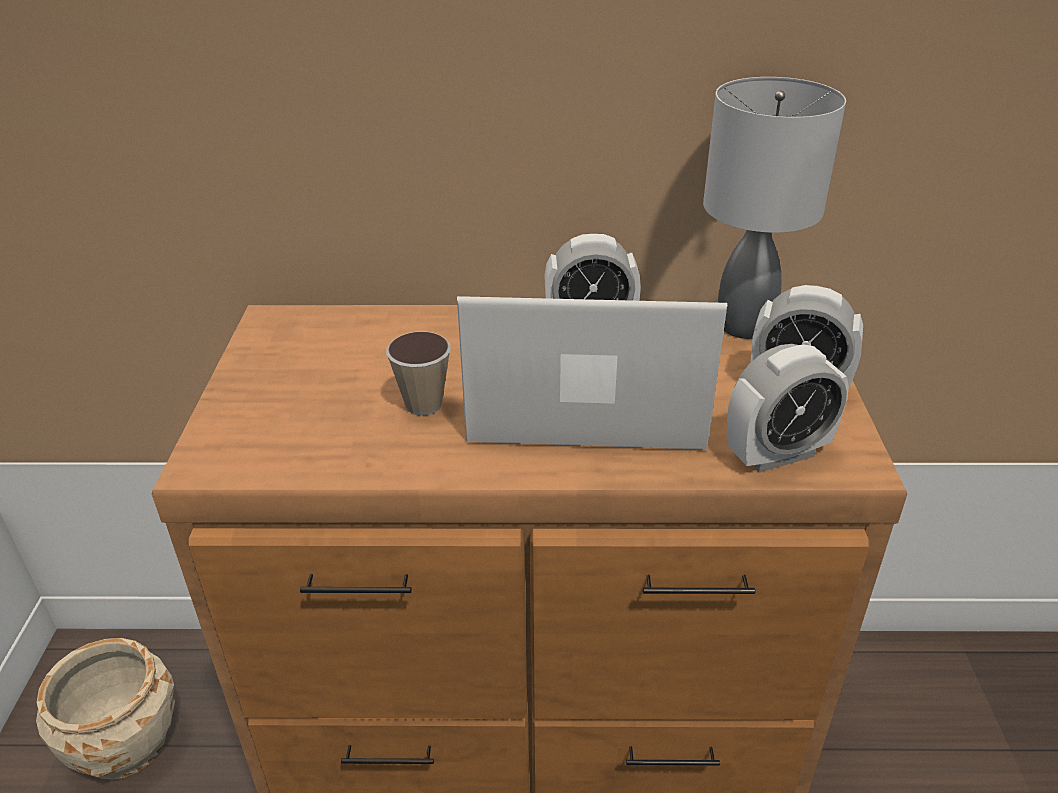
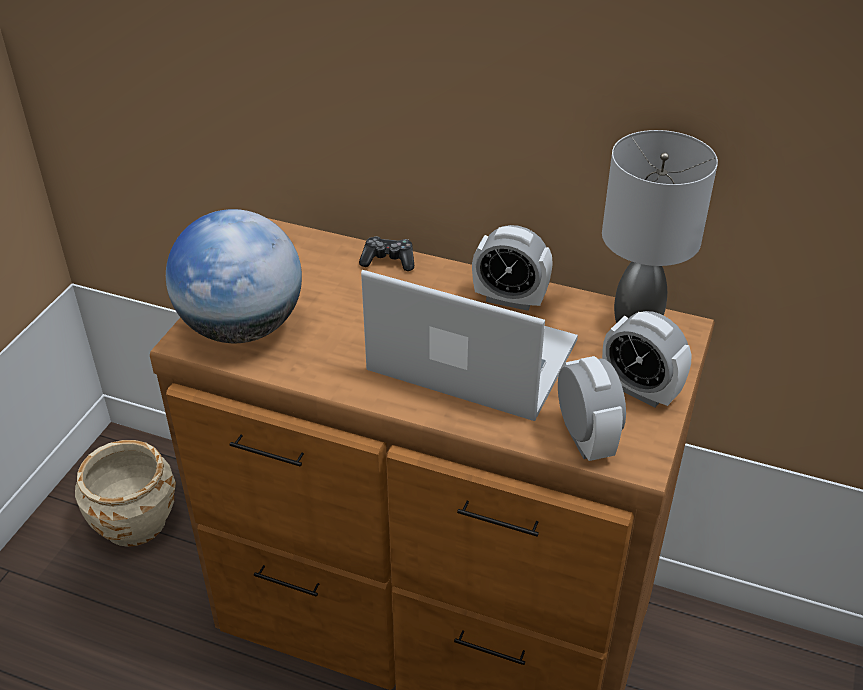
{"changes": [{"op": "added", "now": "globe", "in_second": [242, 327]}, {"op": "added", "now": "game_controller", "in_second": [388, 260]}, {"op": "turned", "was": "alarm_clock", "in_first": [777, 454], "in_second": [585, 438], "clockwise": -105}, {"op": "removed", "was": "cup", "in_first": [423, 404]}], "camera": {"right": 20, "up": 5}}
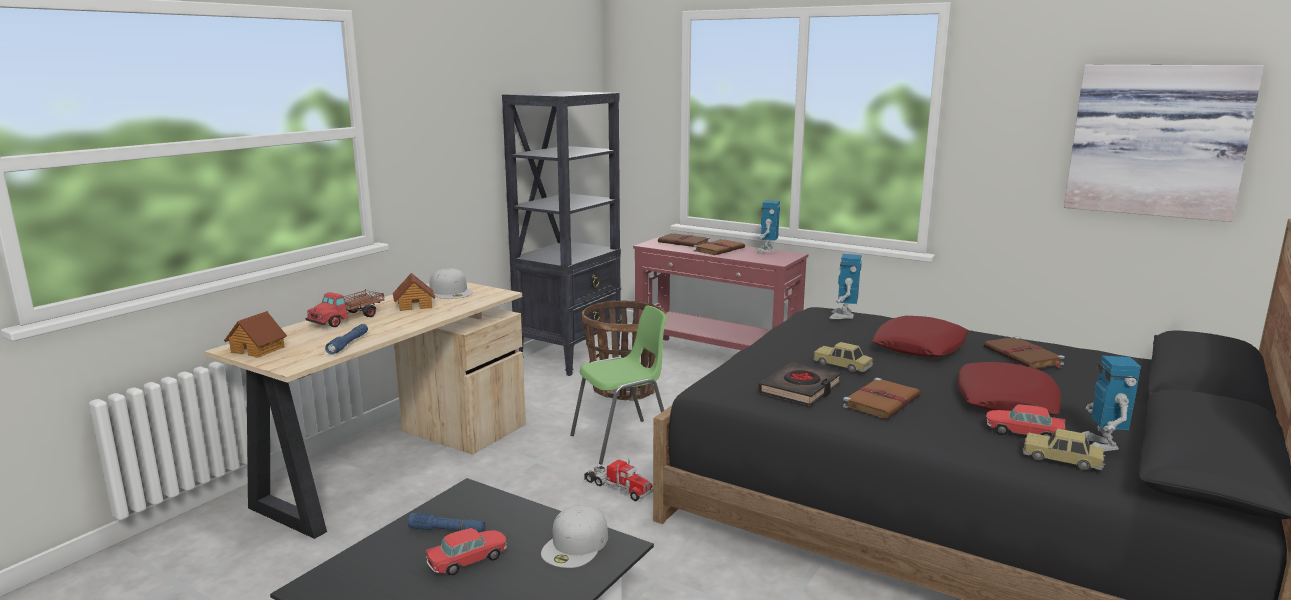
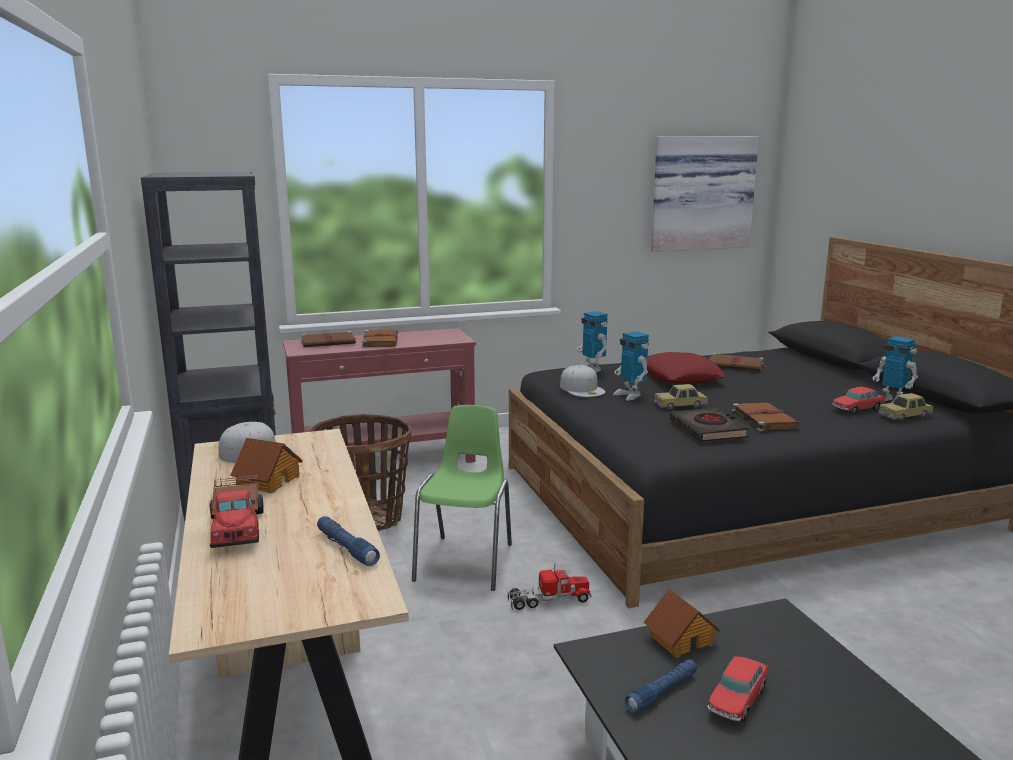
{"changes": [{"op": "moved", "was": "white_cap", "in_first": [576, 545], "in_second": [582, 389]}, {"op": "moved", "was": "toy_robot", "in_first": [766, 251], "in_second": [630, 395]}, {"op": "moved", "was": "toy_house", "in_first": [258, 349], "in_second": [680, 639]}, {"op": "turned", "was": "toy_car", "in_first": [468, 560], "in_second": [737, 699], "clockwise": -150}, {"op": "removed", "was": "red_pillow", "in_first": [1006, 400]}], "camera": {"right": -50, "up": 0}}
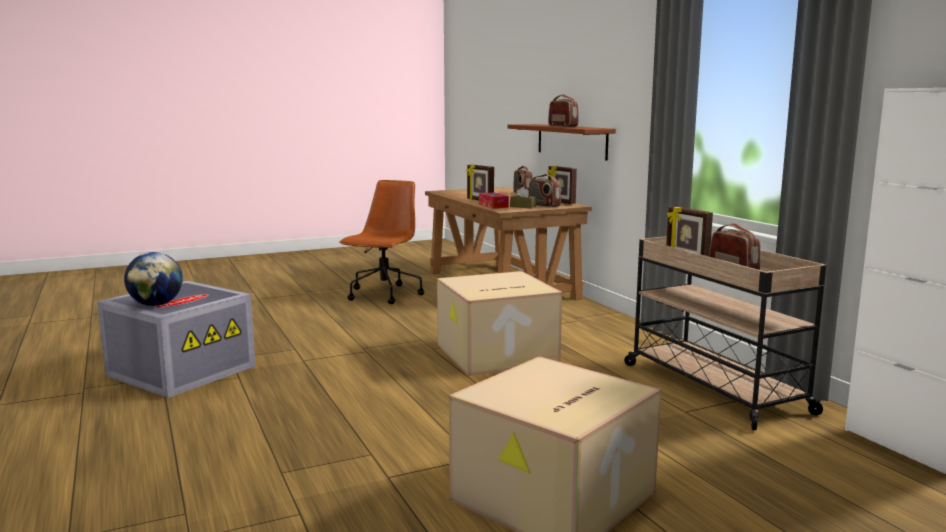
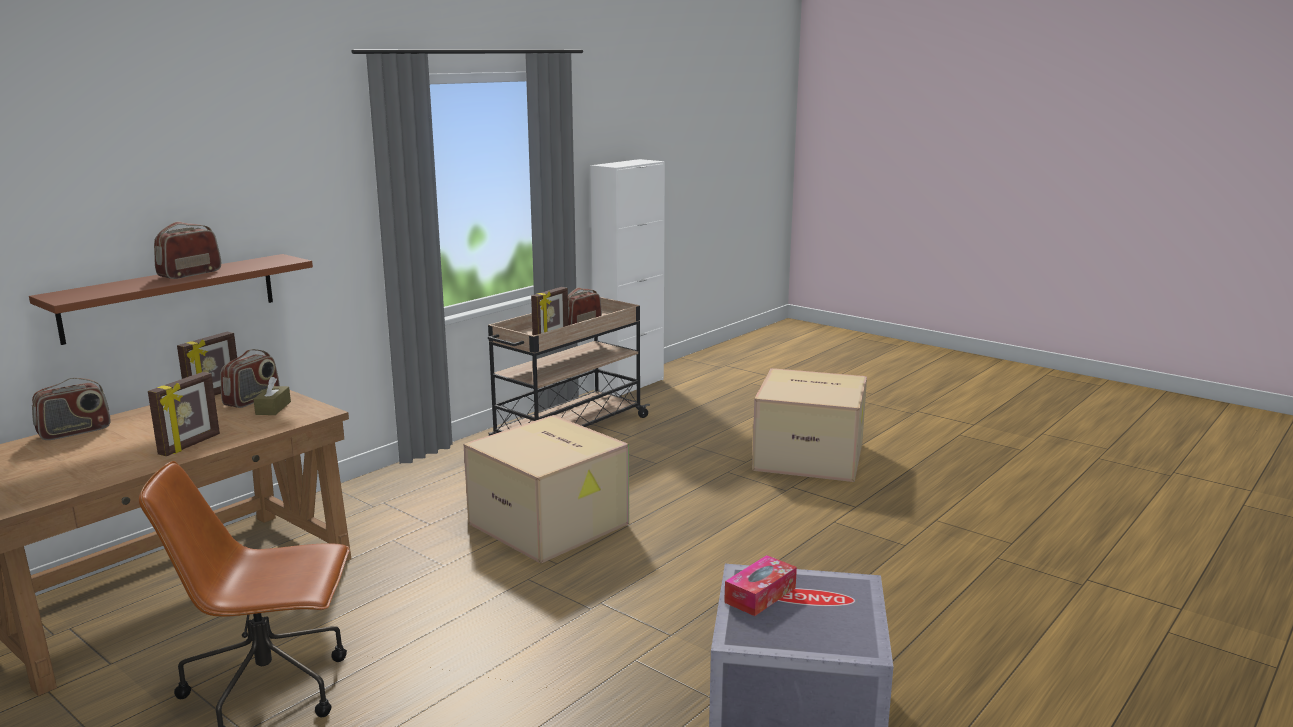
{"changes": [{"op": "moved", "was": "tissue_box", "in_first": [493, 205], "in_second": [760, 595]}, {"op": "removed", "was": "globe", "in_first": [156, 304]}], "camera": {"right": -115, "up": 5}}
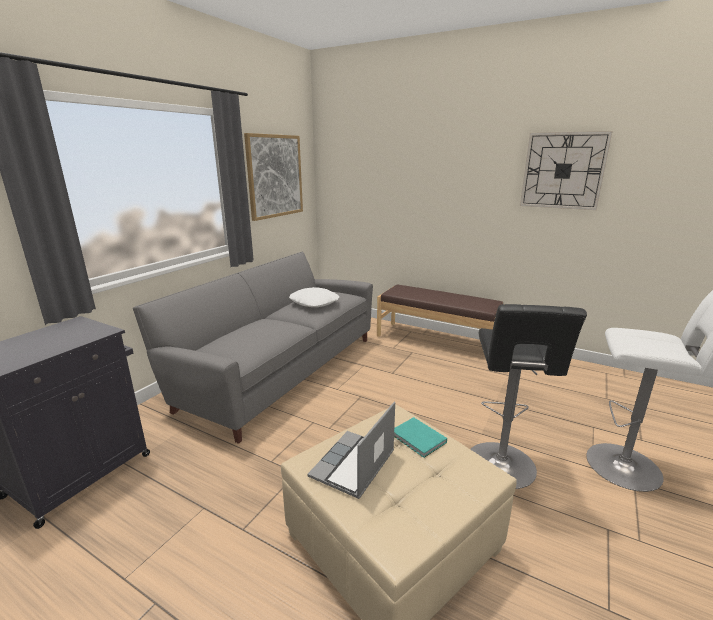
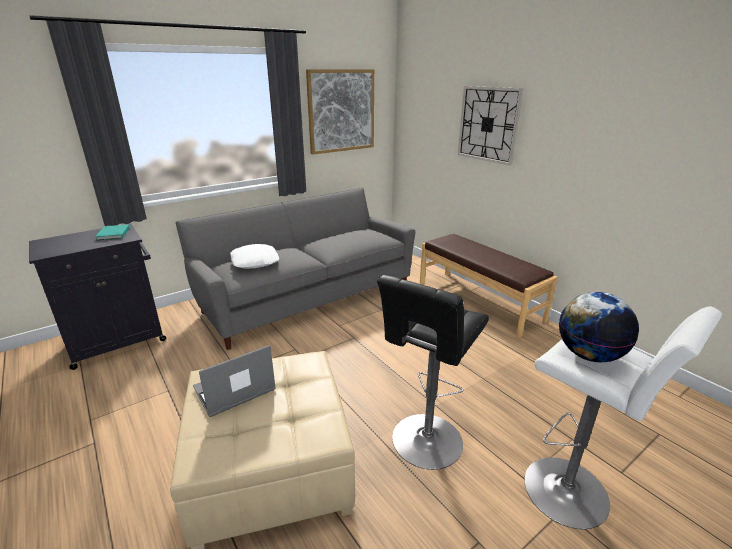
{"changes": [{"op": "moved", "was": "turquoise_book", "in_first": [418, 439], "in_second": [112, 234]}, {"op": "moved", "was": "white_pillow", "in_first": [314, 302], "in_second": [255, 261]}, {"op": "moved", "was": "wall_clock", "in_first": [563, 171], "in_second": [488, 124]}, {"op": "added", "now": "globe", "in_second": [589, 355]}], "camera": {"right": 25, "up": 5}}
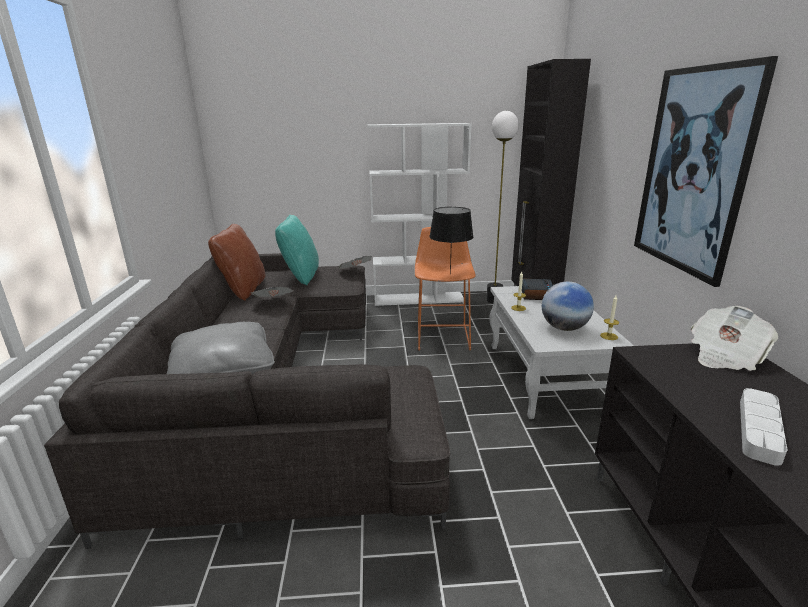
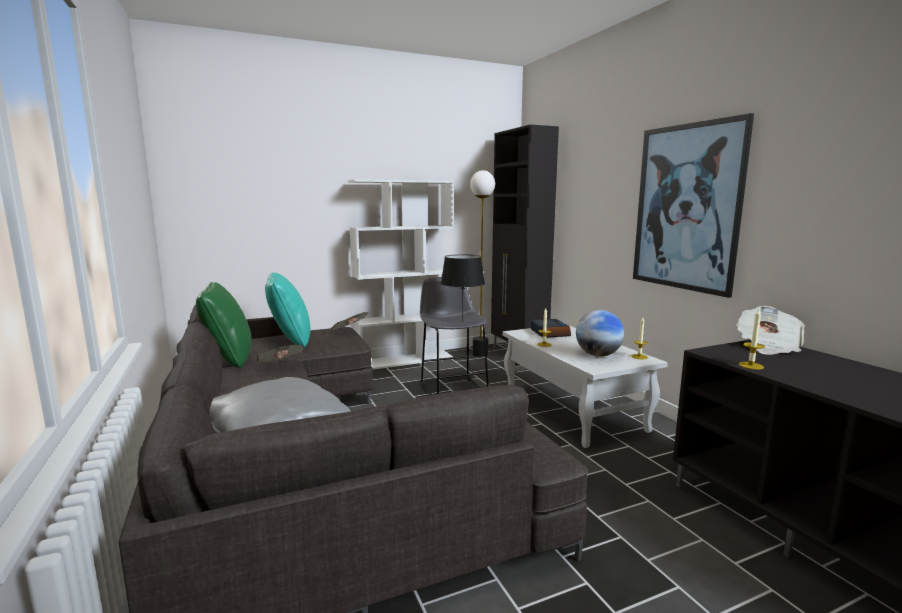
{"changes": [{"op": "recoloured", "was": "brown_pillow", "now": "green_pillow", "in_first": [243, 290], "in_second": [229, 359]}, {"op": "recoloured", "was": "orange_stool", "now": "grey_stool", "in_first": [443, 335], "in_second": [453, 389]}, {"op": "added", "now": "candle", "in_second": [751, 365]}, {"op": "removed", "was": "grey_tray", "in_first": [759, 429]}], "camera": {"right": -20, "up": -10}}
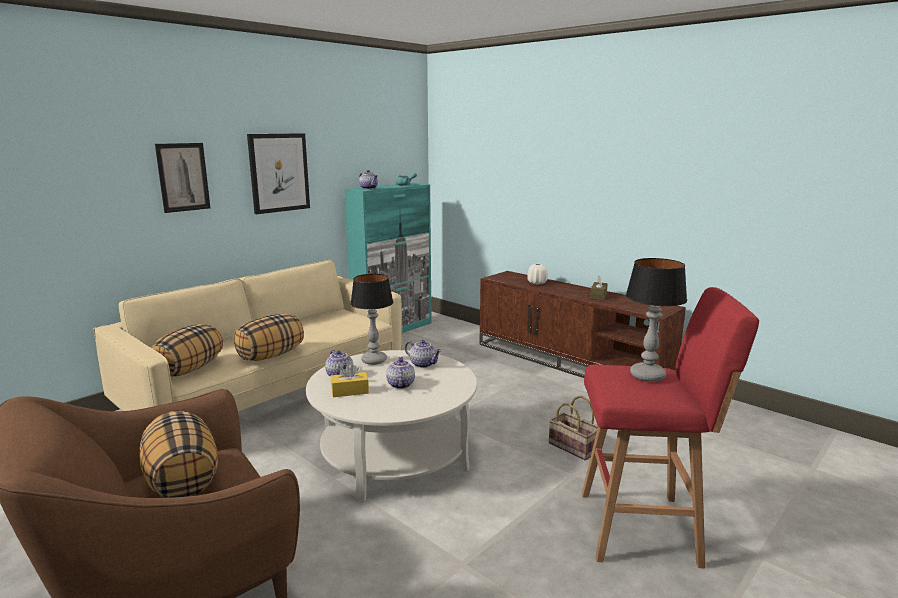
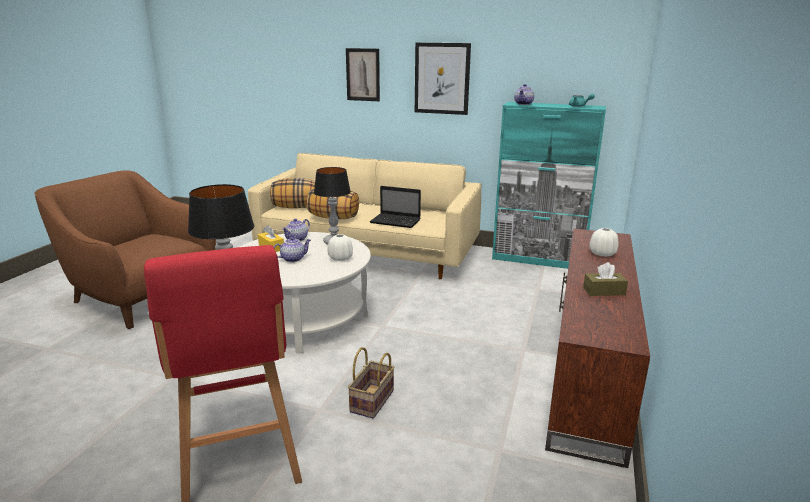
{"changes": [{"op": "replaced", "was": "teapot", "now": "white_vase", "in_first": [423, 364], "in_second": [340, 258]}, {"op": "added", "now": "laptop", "in_second": [396, 221]}, {"op": "removed", "was": "pillow", "in_first": [182, 480]}], "camera": {"right": 65, "up": 5}}
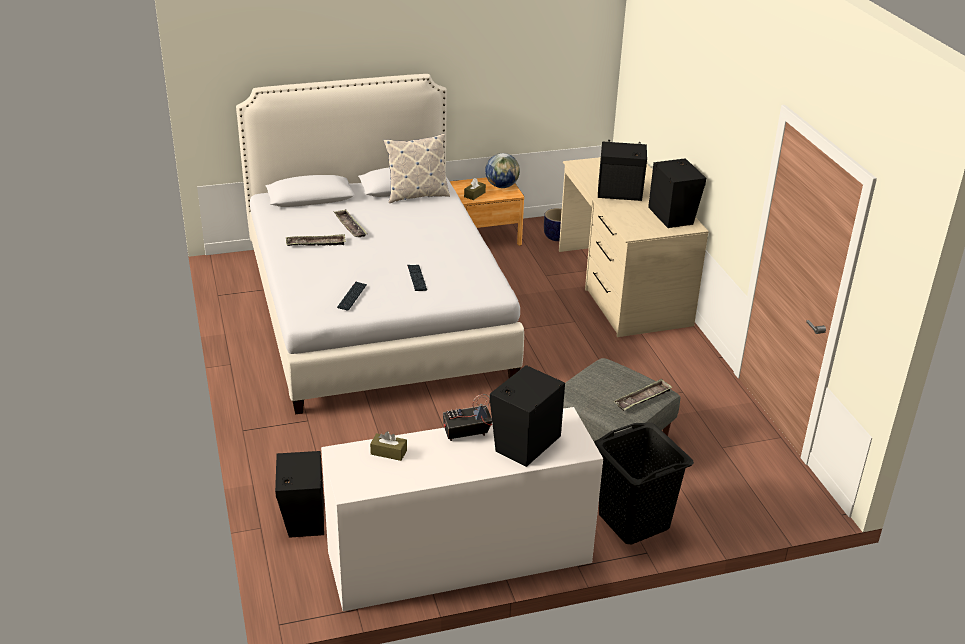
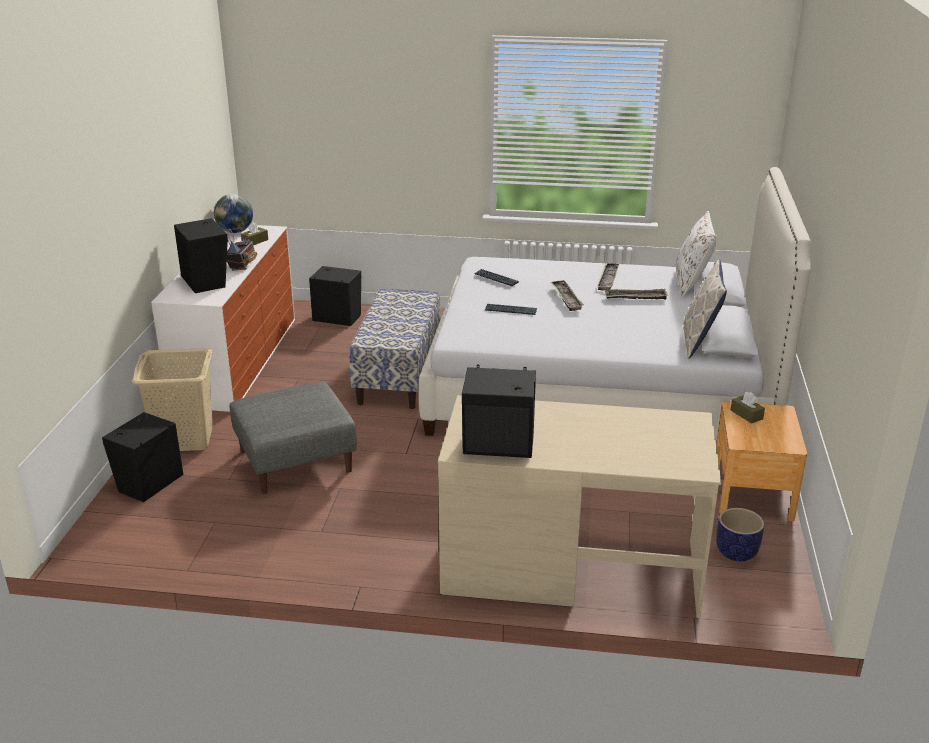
{"changes": [{"op": "moved", "was": "black_speaker", "in_first": [620, 194], "in_second": [148, 483]}, {"op": "recoloured", "was": "black_laundry_basket", "now": "beige_laundry_basket", "in_first": [633, 521], "in_second": [184, 438]}, {"op": "moved", "was": "globe", "in_first": [502, 186], "in_second": [235, 231]}, {"op": "added", "now": "bench", "in_second": [399, 375]}, {"op": "moved", "was": "tray", "in_first": [642, 398], "in_second": [566, 298]}, {"op": "added", "now": "white_pillow", "in_second": [691, 283]}], "camera": {"right": 115, "up": -5}}
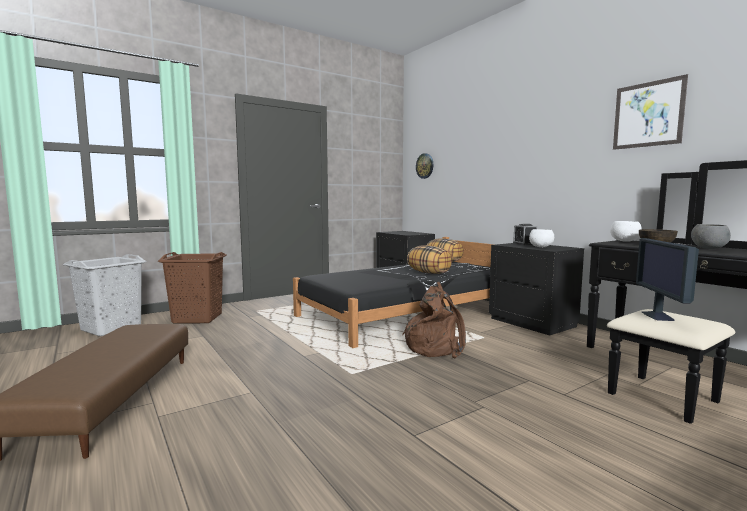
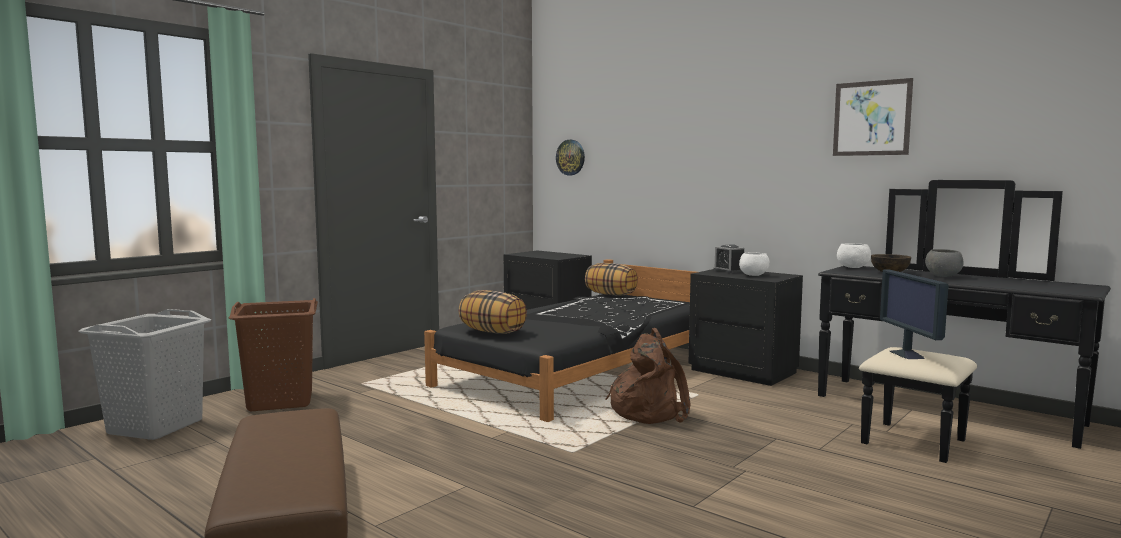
{"changes": [{"op": "moved", "was": "pillow", "in_first": [429, 273], "in_second": [493, 332]}], "camera": {"right": -15, "up": 0}}
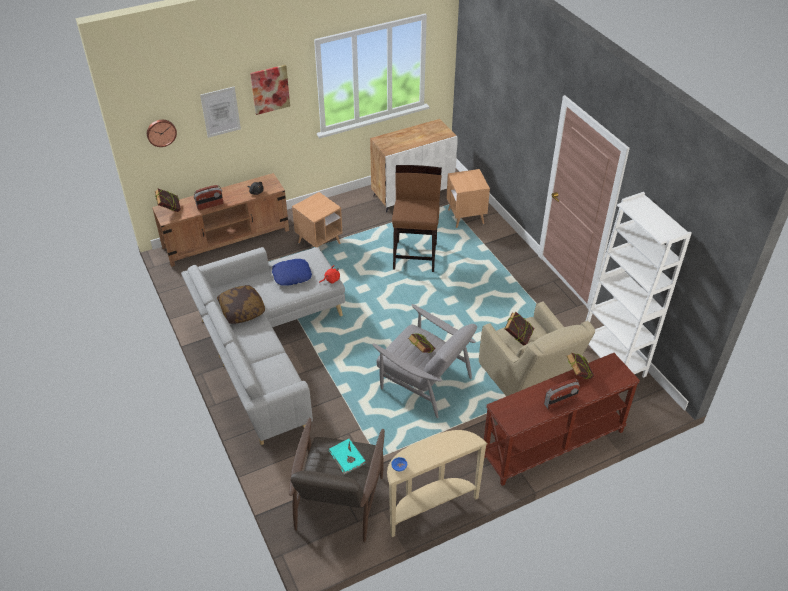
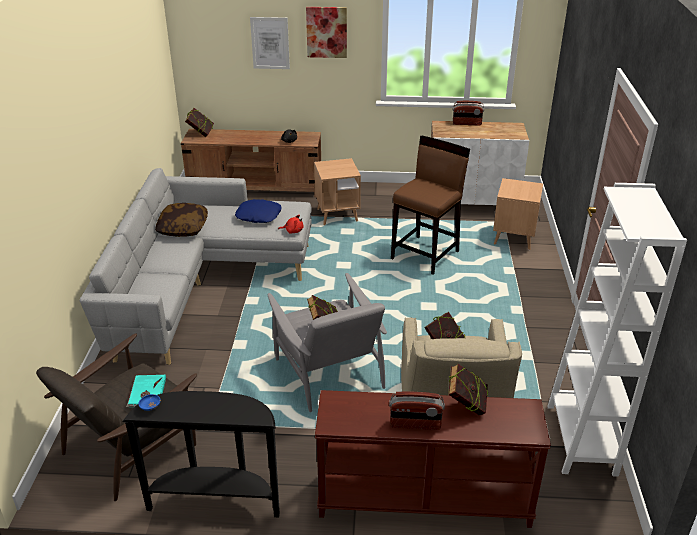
{"changes": [{"op": "recoloured", "was": "beige_console_table", "now": "black_console_table", "in_first": [429, 507], "in_second": [215, 499]}, {"op": "moved", "was": "radio", "in_first": [210, 205], "in_second": [467, 123]}, {"op": "removed", "was": "wall_clock", "in_first": [161, 132]}], "camera": {"right": 30, "up": -10}}
